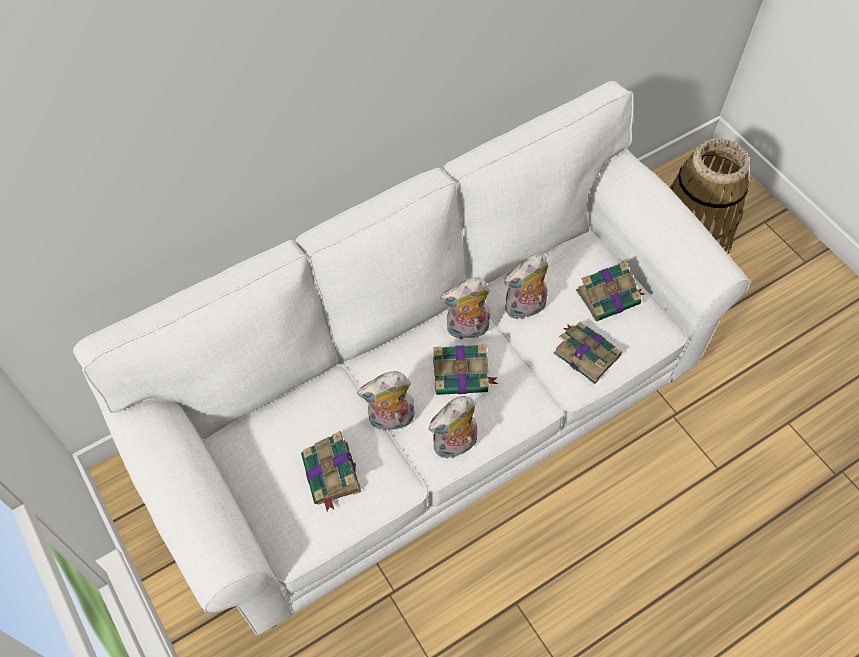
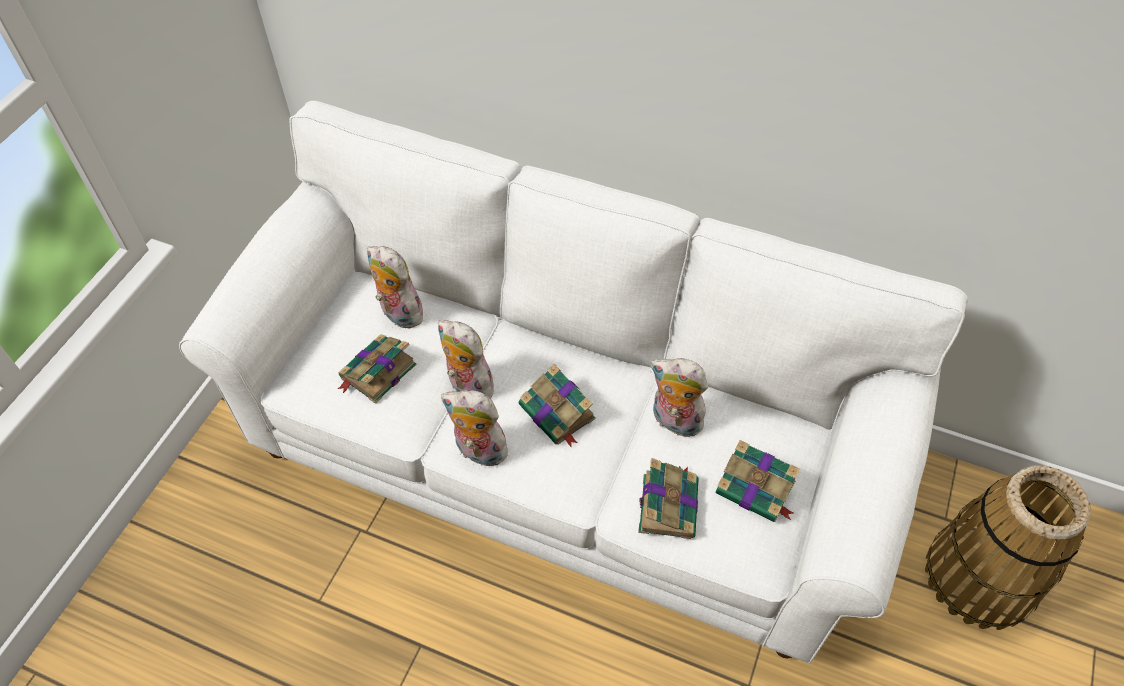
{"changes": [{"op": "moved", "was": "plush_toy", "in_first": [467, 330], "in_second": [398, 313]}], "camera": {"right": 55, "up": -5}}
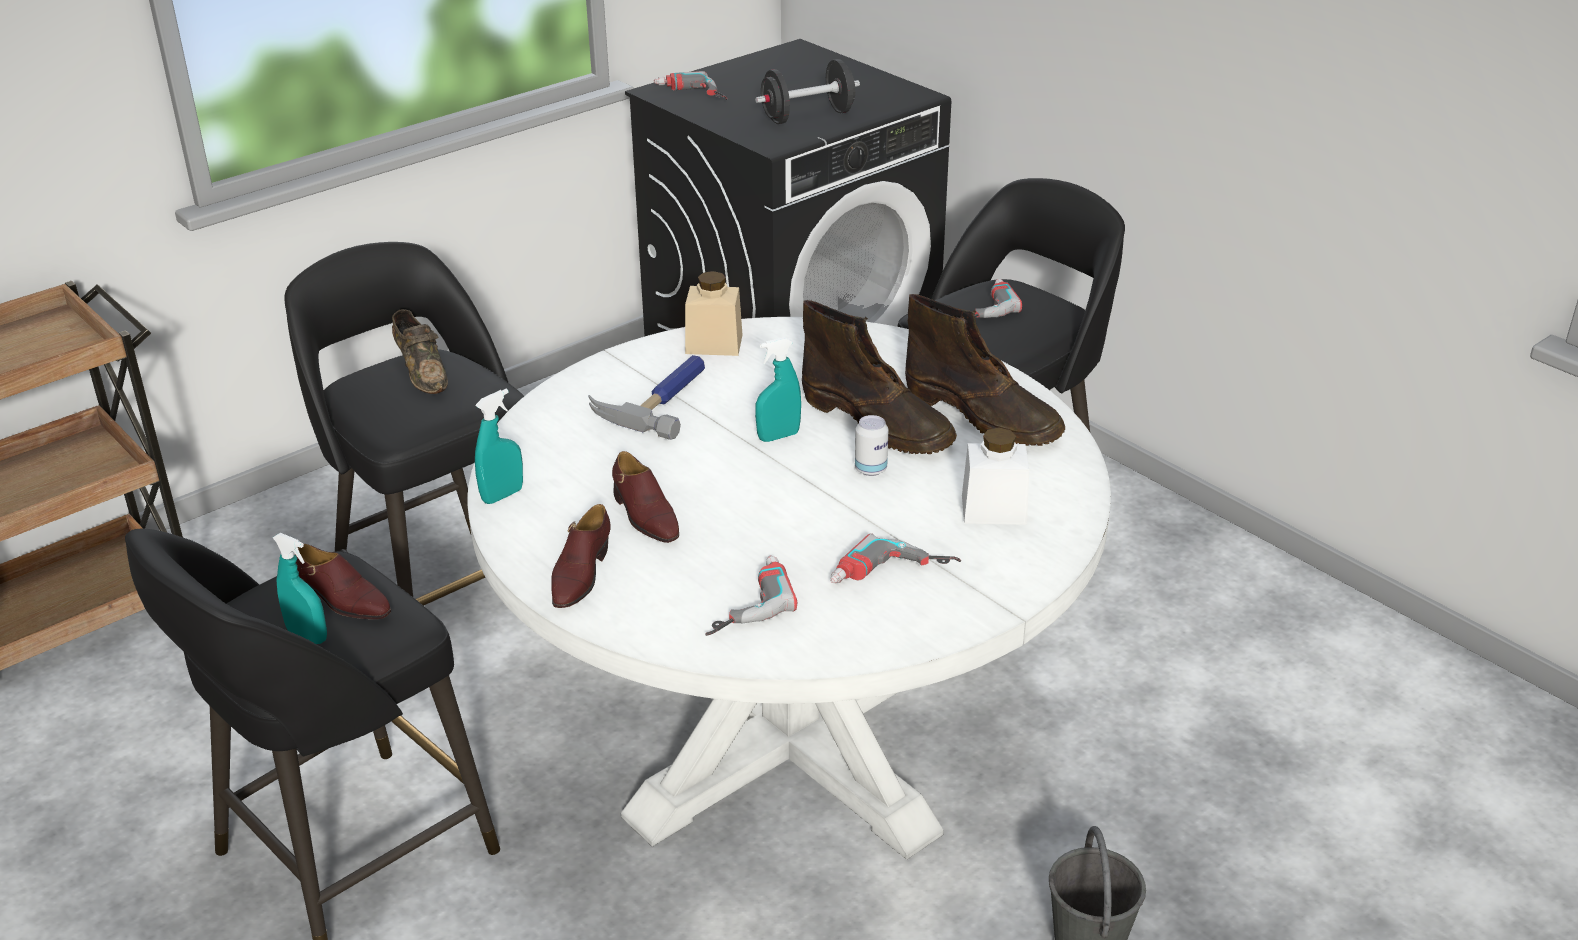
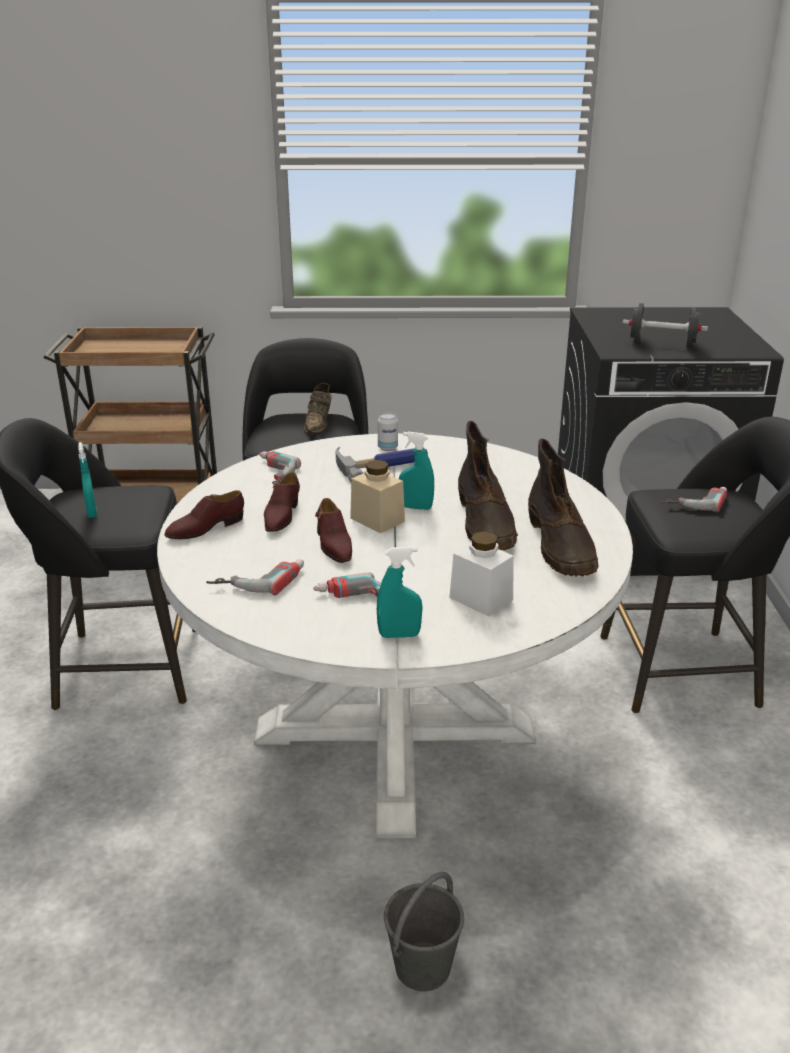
{"changes": [{"op": "moved", "was": "power_drill", "in_first": [690, 95], "in_second": [269, 474]}, {"op": "moved", "was": "brown_shoe", "in_first": [343, 600], "in_second": [333, 545]}, {"op": "moved", "was": "beige_jar", "in_first": [714, 344], "in_second": [377, 519]}, {"op": "moved", "was": "turquoise_spray_bottle", "in_first": [502, 495], "in_second": [399, 635]}, {"op": "moved", "was": "can", "in_first": [870, 469], "in_second": [387, 448]}], "camera": {"right": 40, "up": -5}}
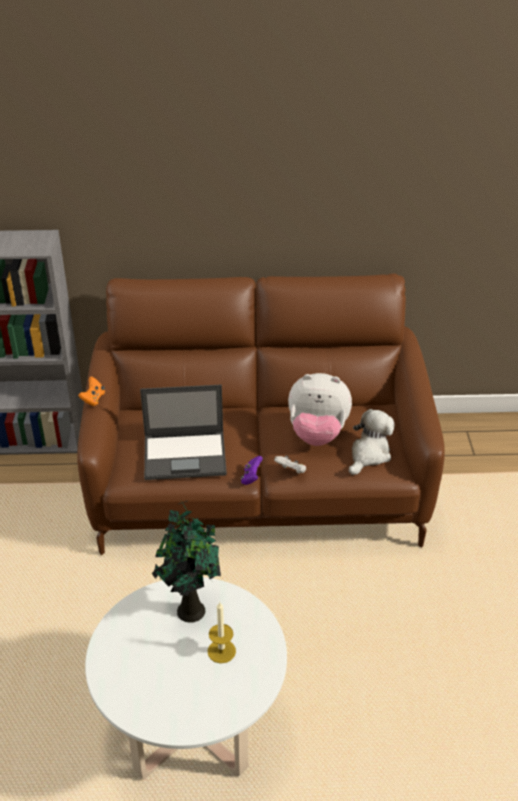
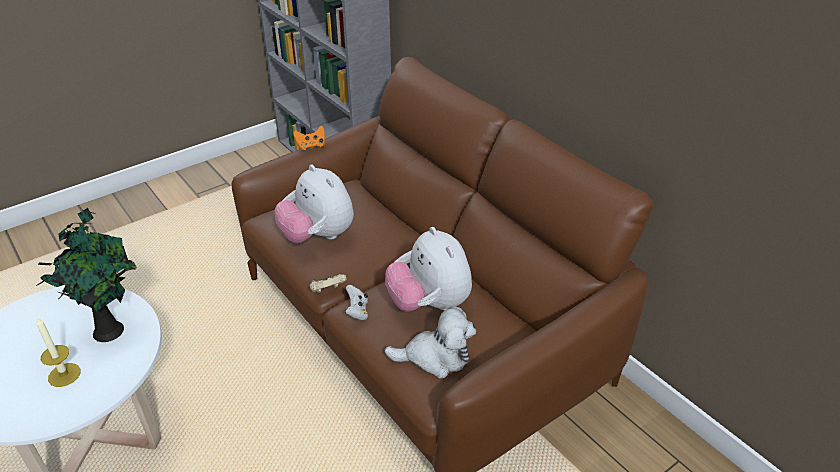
{"changes": [{"op": "replaced", "was": "laptop", "now": "plush_toy", "in_first": [186, 455], "in_second": [318, 236]}, {"op": "recoloured", "was": "purple_game_controller", "now": "beige_game_controller", "in_first": [251, 478], "in_second": [327, 290]}], "camera": {"right": 55, "up": 0}}
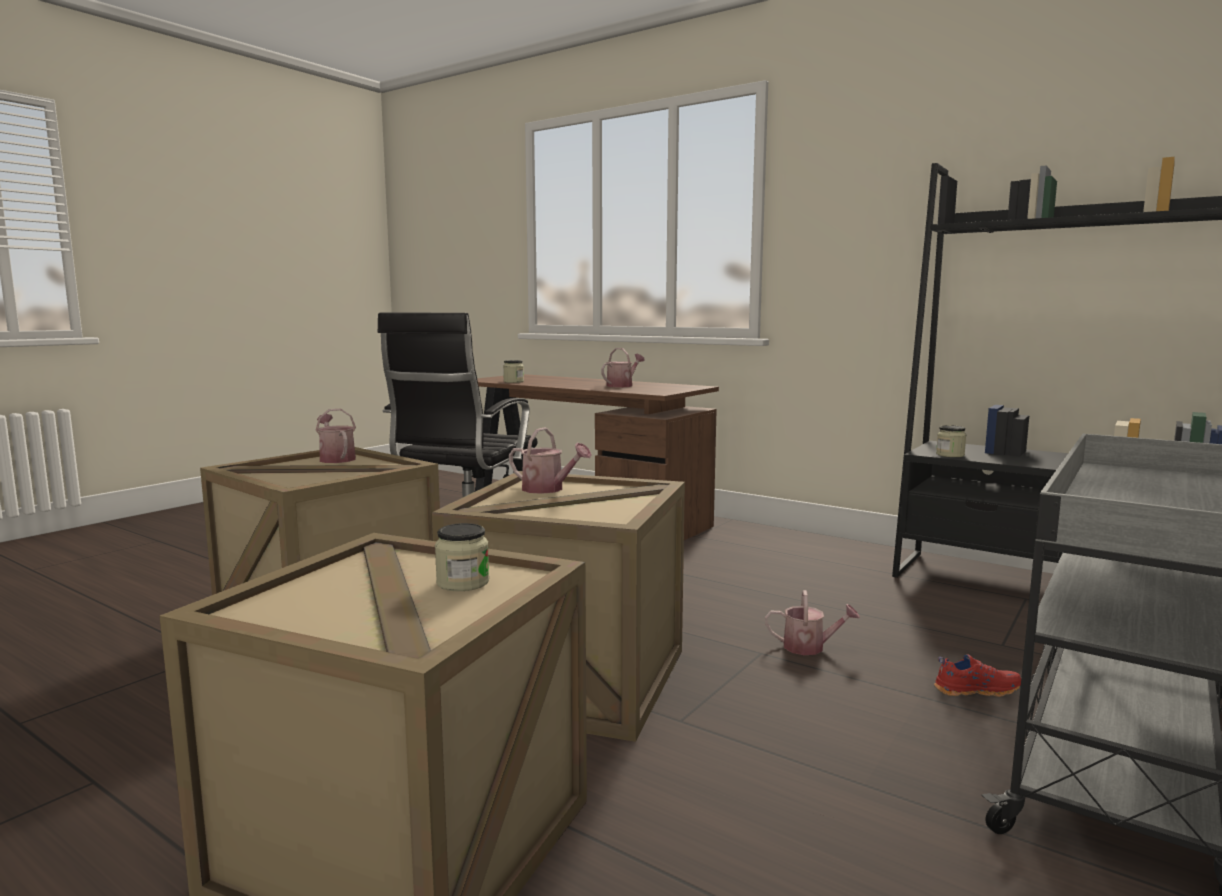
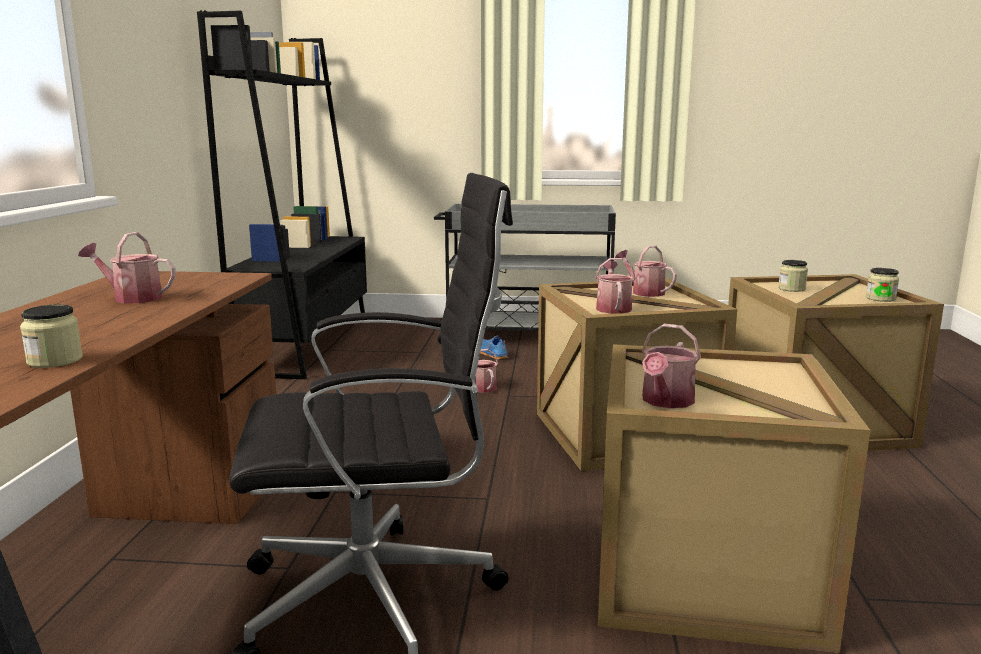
{"changes": [{"op": "recoloured", "was": "red_shoe", "now": "blue_shoe", "in_first": [975, 690], "in_second": [492, 354]}, {"op": "added", "now": "watering_can", "in_second": [644, 292]}, {"op": "moved", "was": "jar", "in_first": [950, 455], "in_second": [880, 298]}], "camera": {"right": -120, "up": 5}}
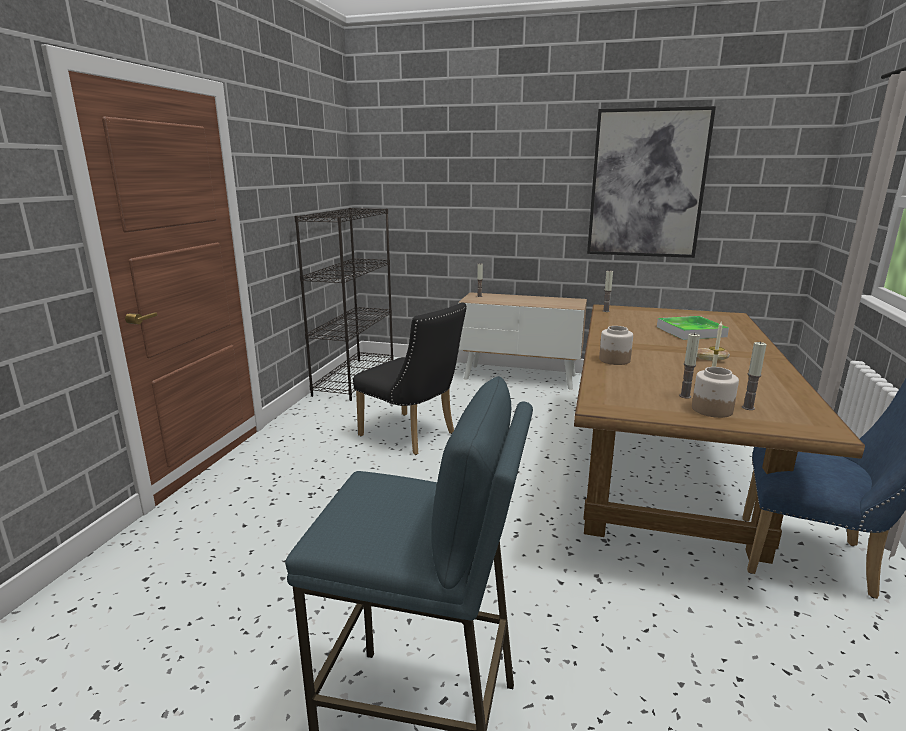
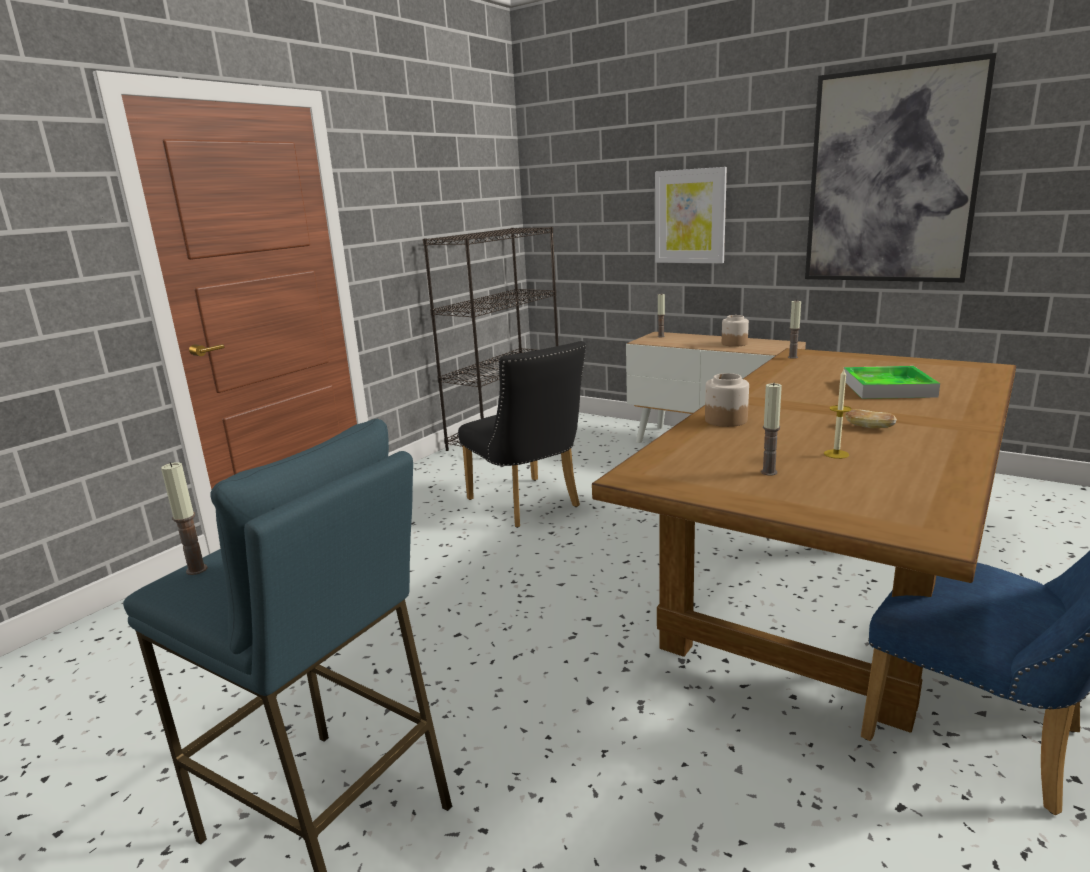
{"changes": [{"op": "moved", "was": "candle", "in_first": [748, 408], "in_second": [196, 570]}, {"op": "added", "now": "picture", "in_second": [690, 216]}, {"op": "moved", "was": "jar", "in_first": [711, 410], "in_second": [734, 343]}], "camera": {"right": 20, "up": 0}}
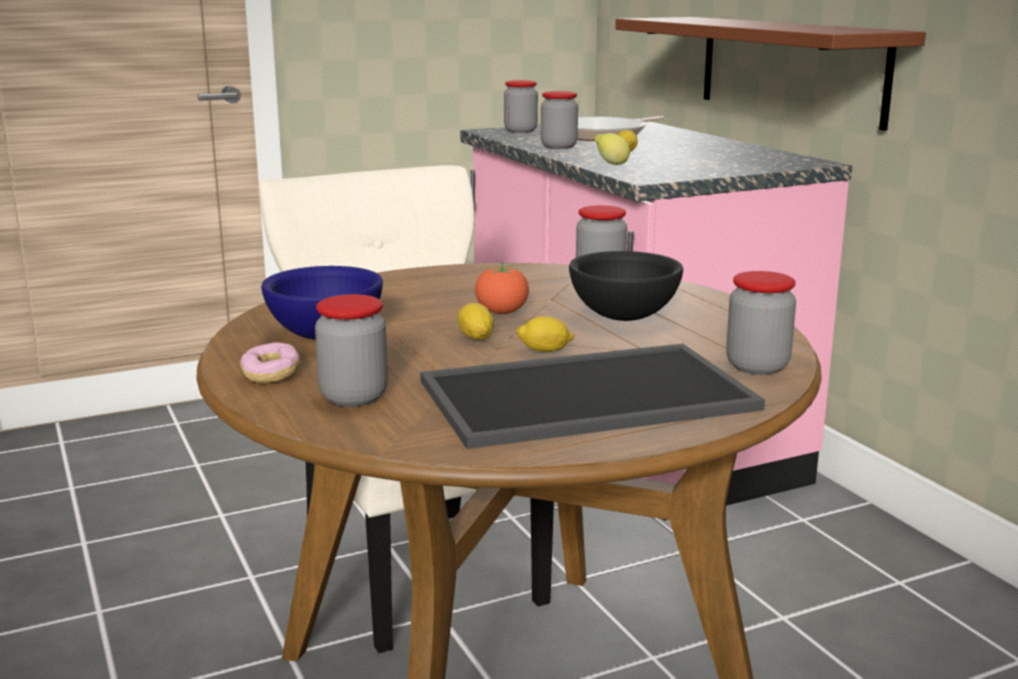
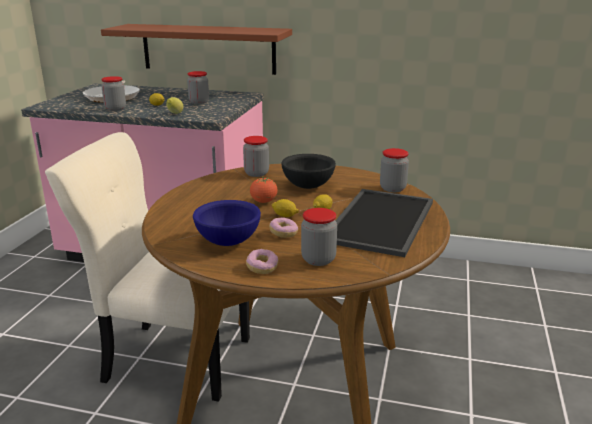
{"changes": [{"op": "moved", "was": "jar", "in_first": [520, 131], "in_second": [199, 102]}, {"op": "added", "now": "donut", "in_second": [283, 233]}], "camera": {"right": -50, "up": 5}}
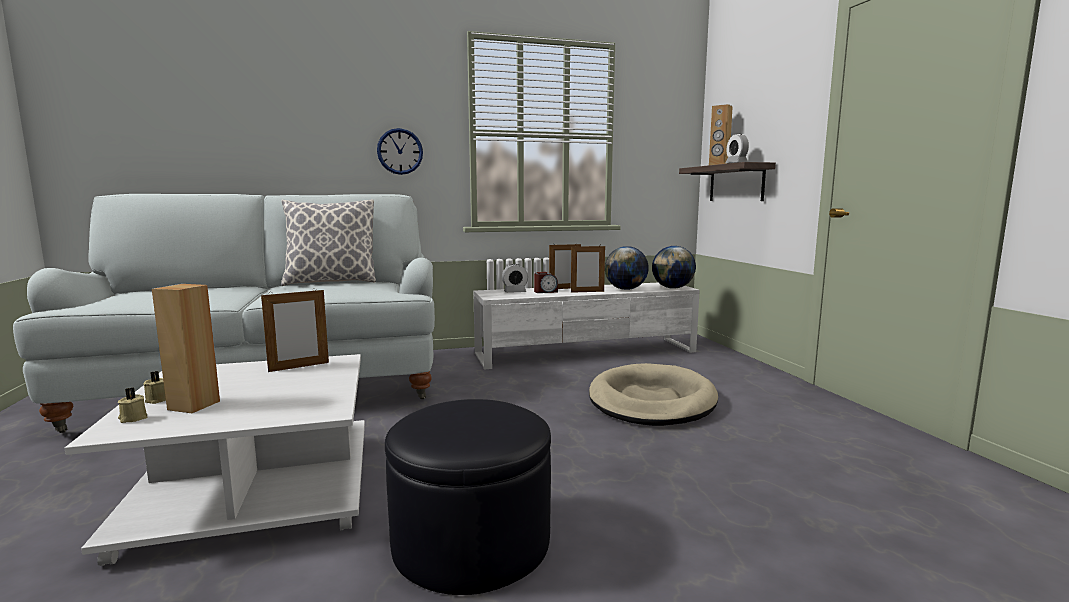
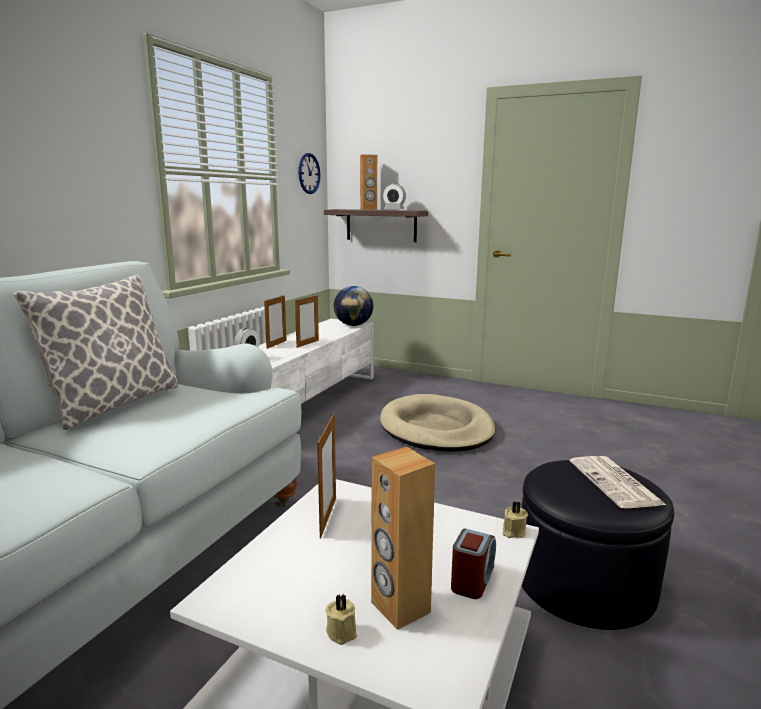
{"changes": [{"op": "moved", "was": "wall_clock", "in_first": [400, 151], "in_second": [309, 173]}, {"op": "moved", "was": "alarm_clock", "in_first": [545, 292], "in_second": [472, 579]}, {"op": "moved", "was": "beige_candle", "in_first": [133, 418], "in_second": [513, 532]}, {"op": "added", "now": "newspaper", "in_second": [616, 483]}, {"op": "removed", "was": "globe", "in_first": [626, 289]}], "camera": {"right": -50, "up": 5}}
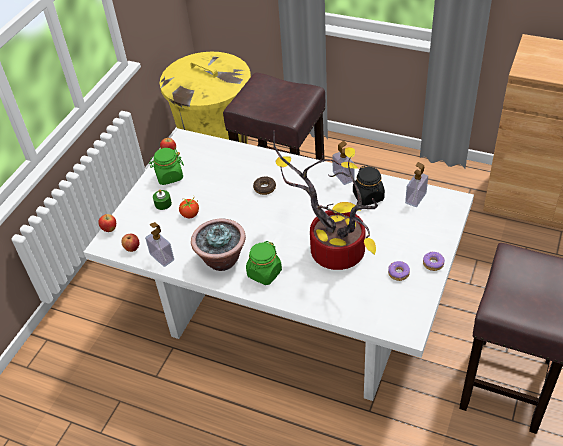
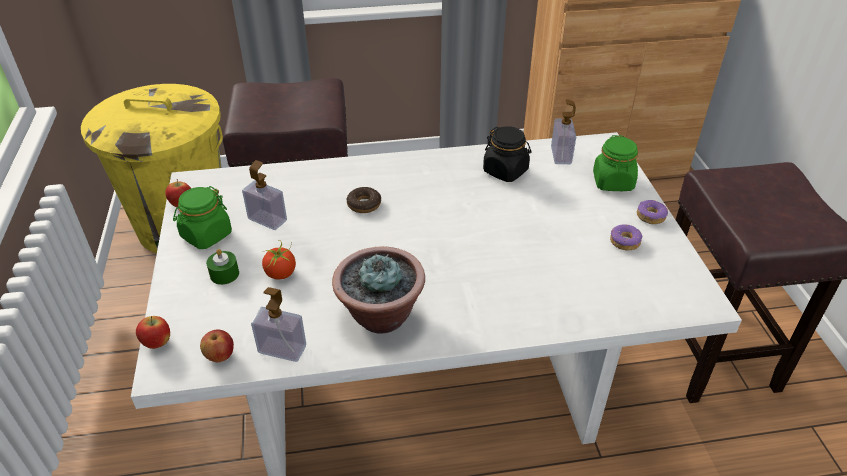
{"changes": [{"op": "moved", "was": "soap_dispenser", "in_first": [343, 176], "in_second": [267, 220]}, {"op": "moved", "was": "green_jar", "in_first": [264, 273], "in_second": [613, 182]}, {"op": "removed", "was": "potted_plant", "in_first": [332, 251]}], "camera": {"right": -35, "up": -5}}
